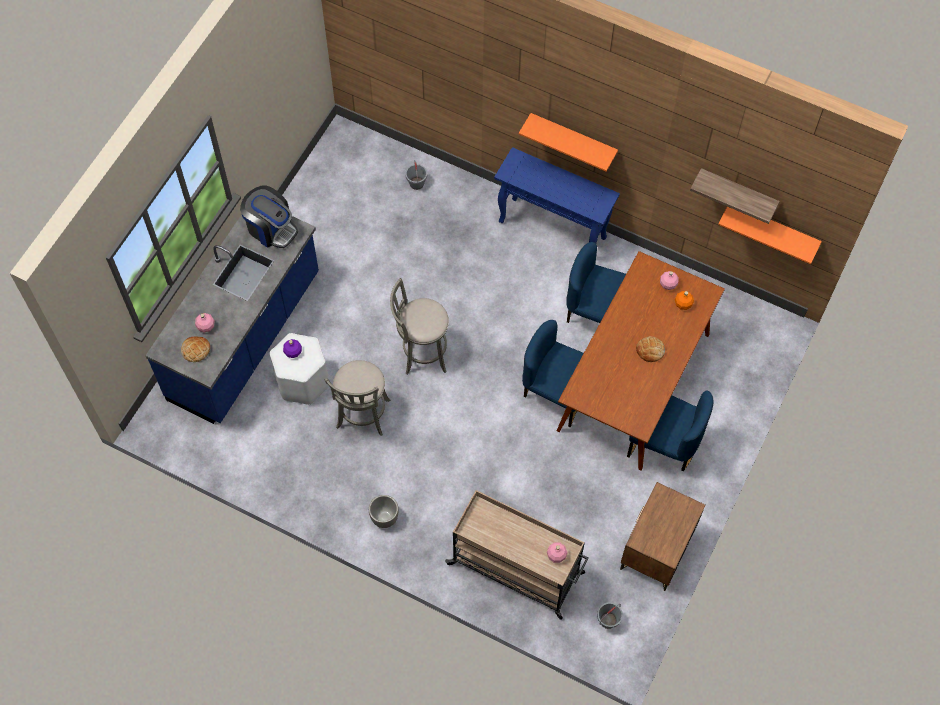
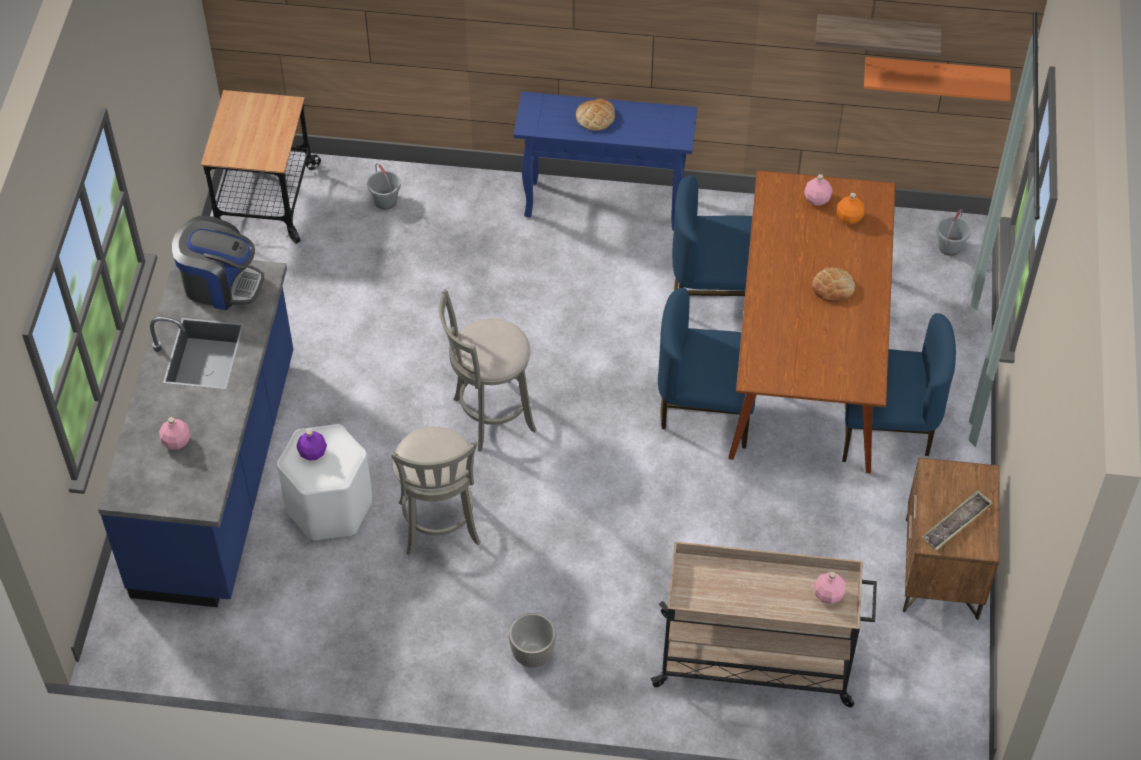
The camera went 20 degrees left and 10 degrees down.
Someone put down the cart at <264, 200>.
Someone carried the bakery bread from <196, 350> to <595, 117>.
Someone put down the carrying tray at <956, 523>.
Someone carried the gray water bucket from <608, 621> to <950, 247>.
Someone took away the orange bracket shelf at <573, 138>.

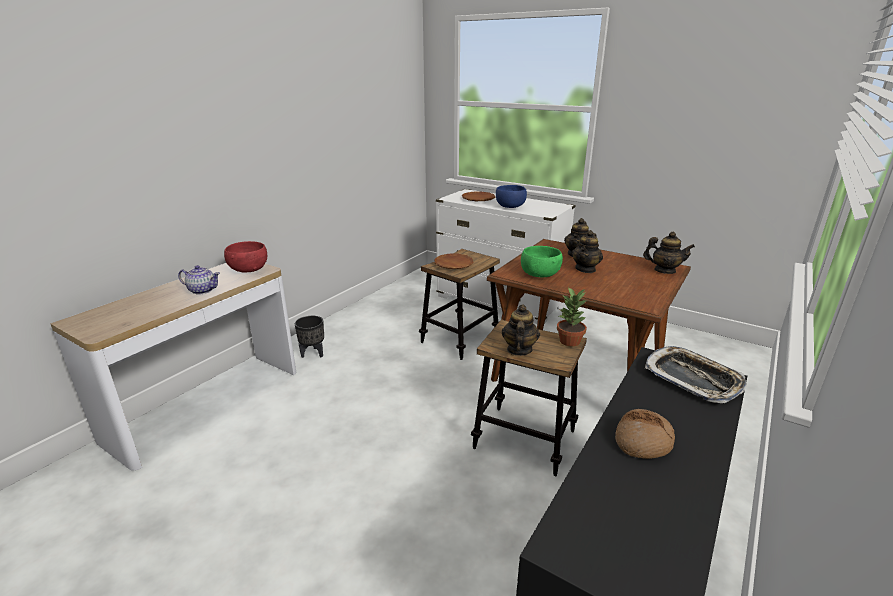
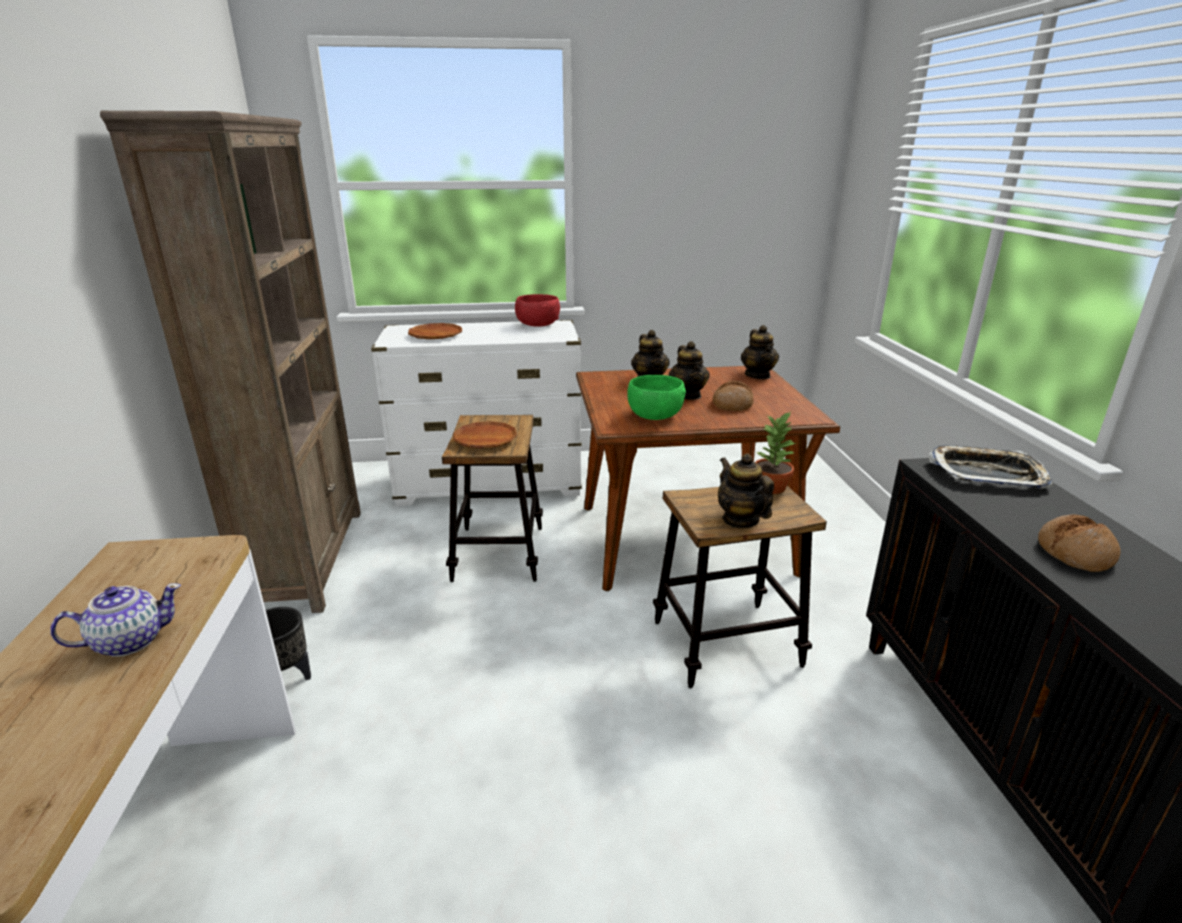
The camera went 40 degrees left and 0 degrees up.
Someone put down the brownish bookcase at <308, 558>.
Someone carried the red serving bowl from <248, 269> to <537, 325>.
Someone put down the bakery bread at <732, 404>.
Someone rotated the teapot at <664, 270> by 105 degrees clockwise.
Someone took away the bluish serving bowl at <510, 207>.

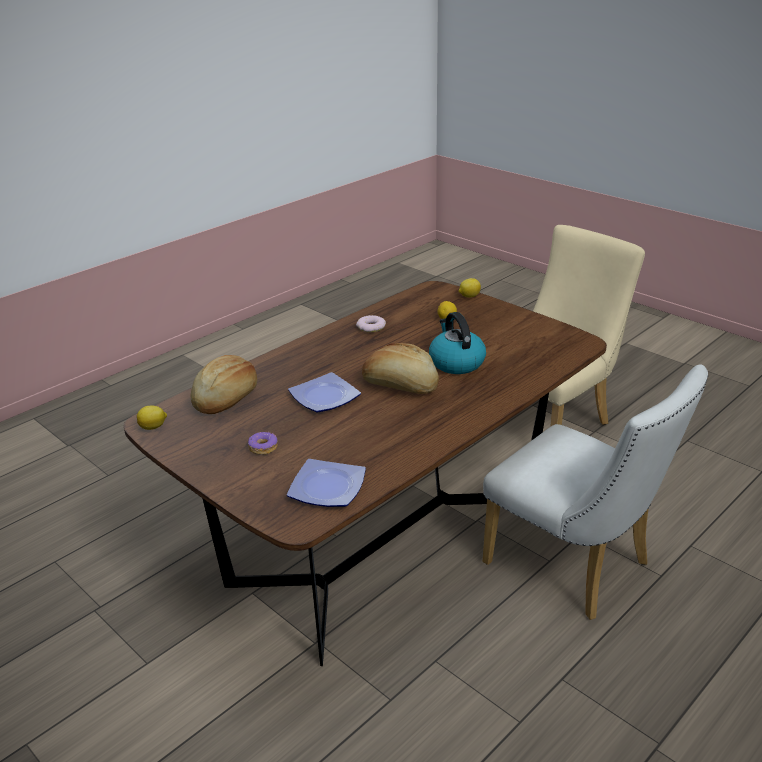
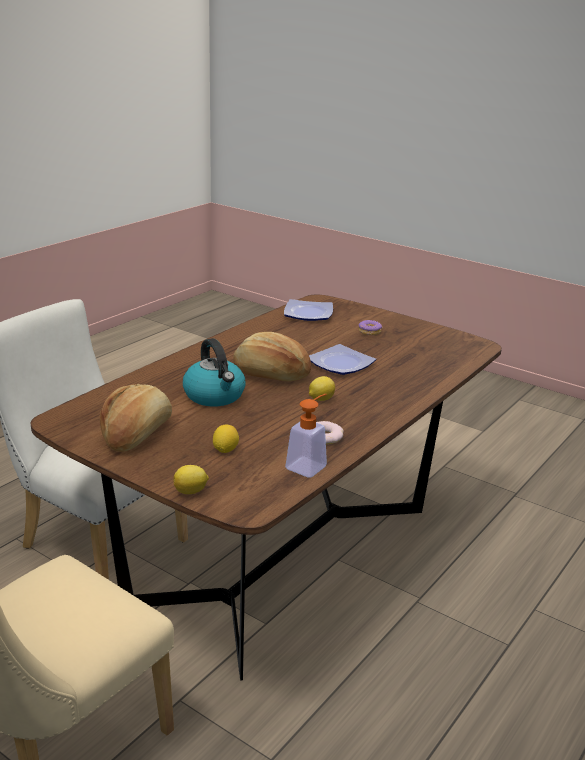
The camera went 170 degrees right and 5 degrees down.
Someone carried the bakery bread from <227, 398> to <137, 434>.
Someone put down the liquid soap bottle at <310, 465>.
Someone carried the whole lemon from <153, 427> to <320, 399>.

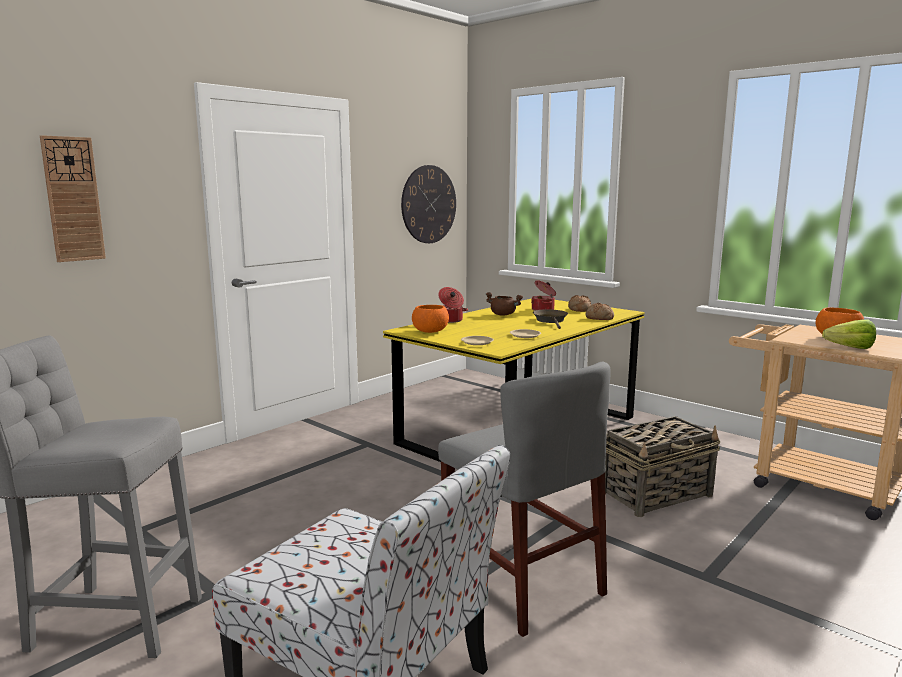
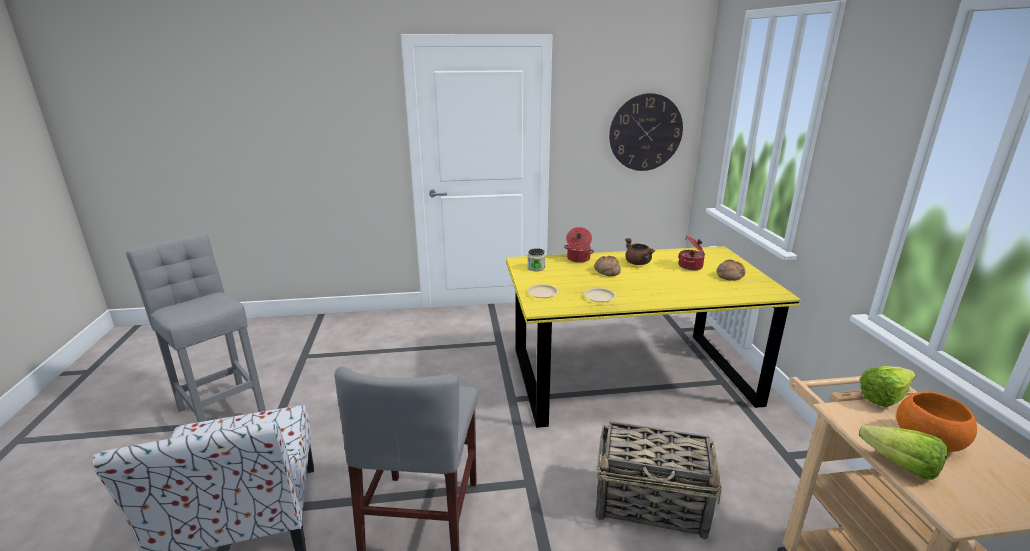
The camera went 40 degrees right and 10 degrees up.
Someone swapped the orange serving bowl at <430, 331> for the preserve jar at <536, 268>.
Someone carried the bakery bread from <599, 318> to <606, 271>.
Someone put down the lettuce head at <888, 397>.
Someone took away the hanging clock at <73, 199>.
Someone took away the brownish frying pan at <551, 321>.

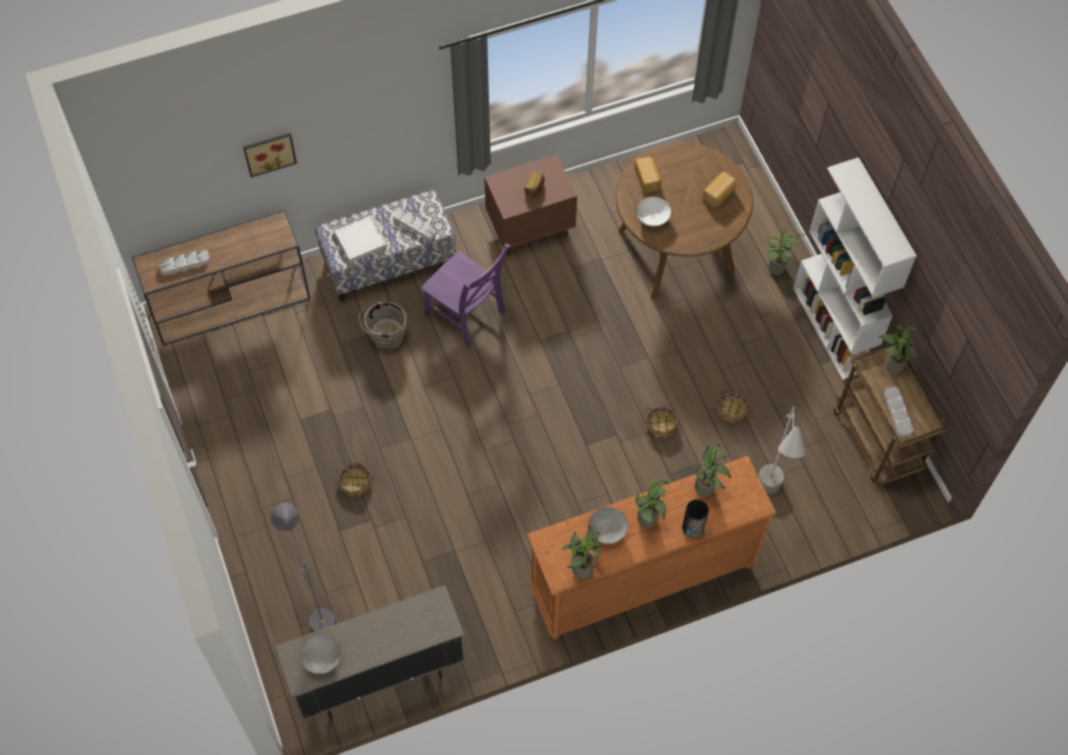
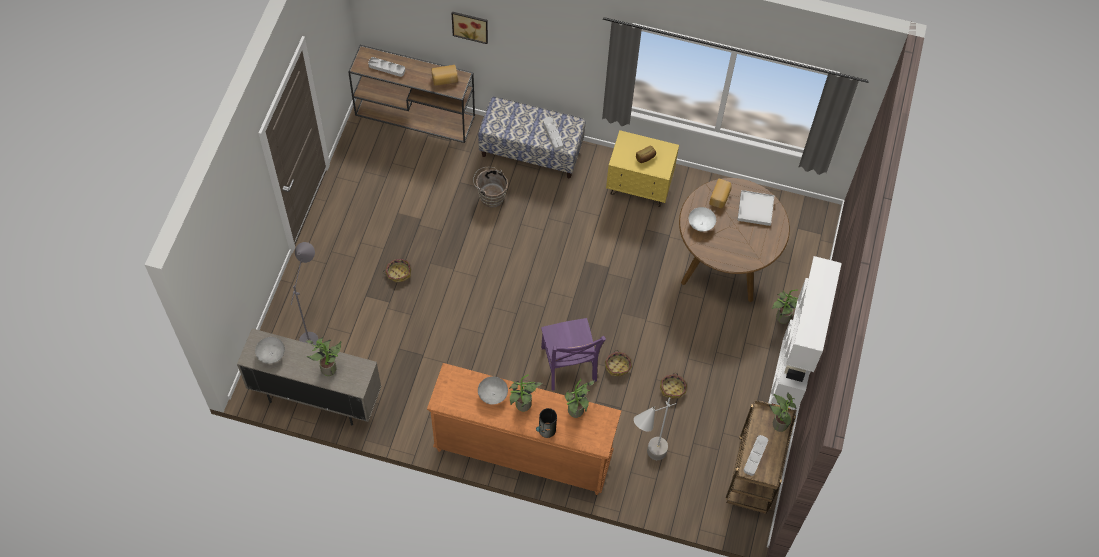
The camera went 35 degrees right and 0 degrees up.
Someone carried the potted plant from <581, 567> to <329, 367>.
Someone carried the bakery bread from <719, 195> to <445, 79>.
Someone carried the purplish plain chair from <467, 316> to <568, 366>.
Someone repainted the brownish nightstand at <530, 229>, which became the yellowish nightstand at <639, 187>.
Someone carried the whitish carrying tray from <360, 239> to <755, 209>.

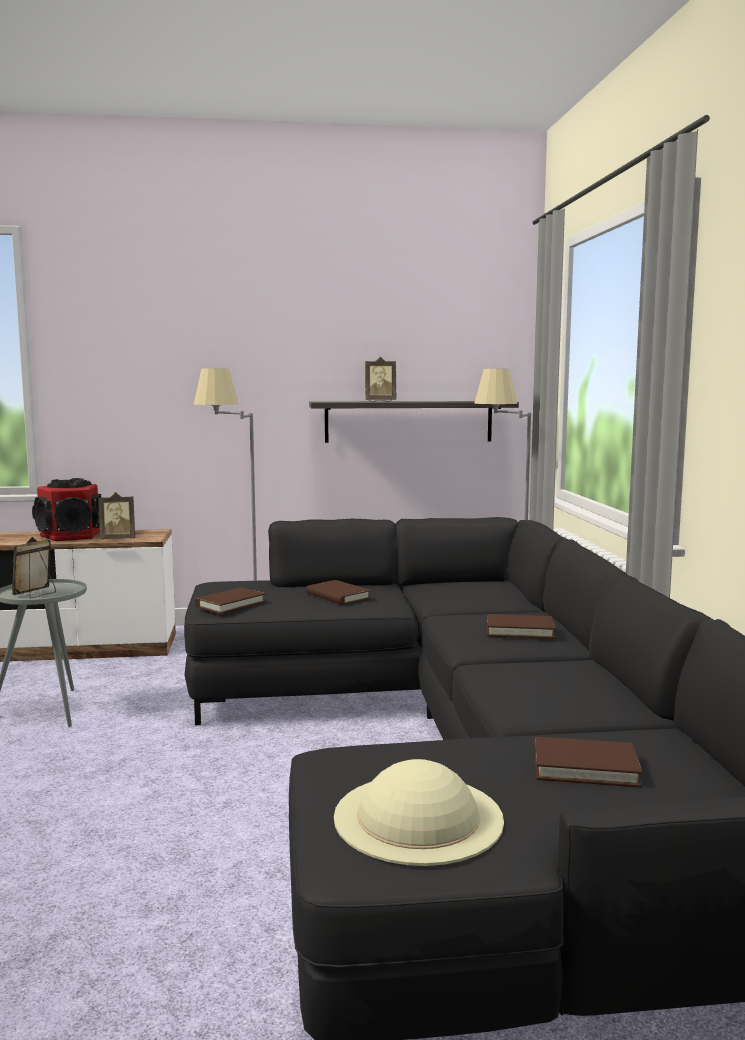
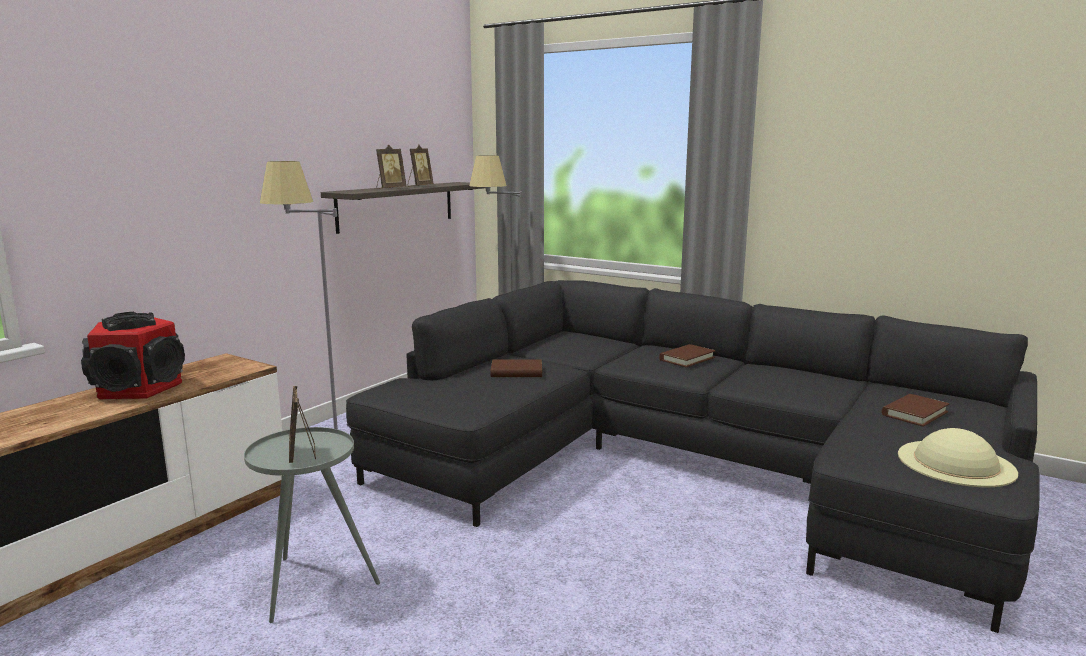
The camera went 50 degrees left and 5 degrees up.
Someone carried the picture frame from <118, 539> to <419, 186>.
Someone took away the brownish book at <230, 604>.

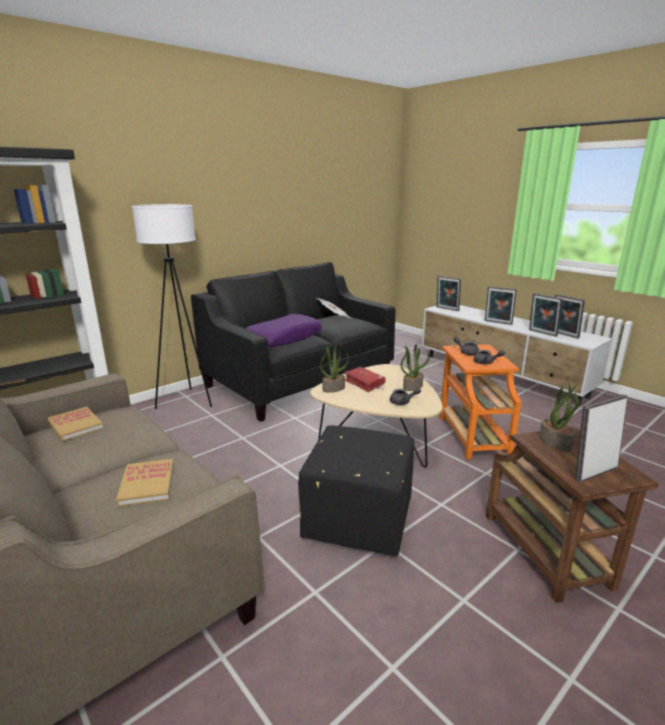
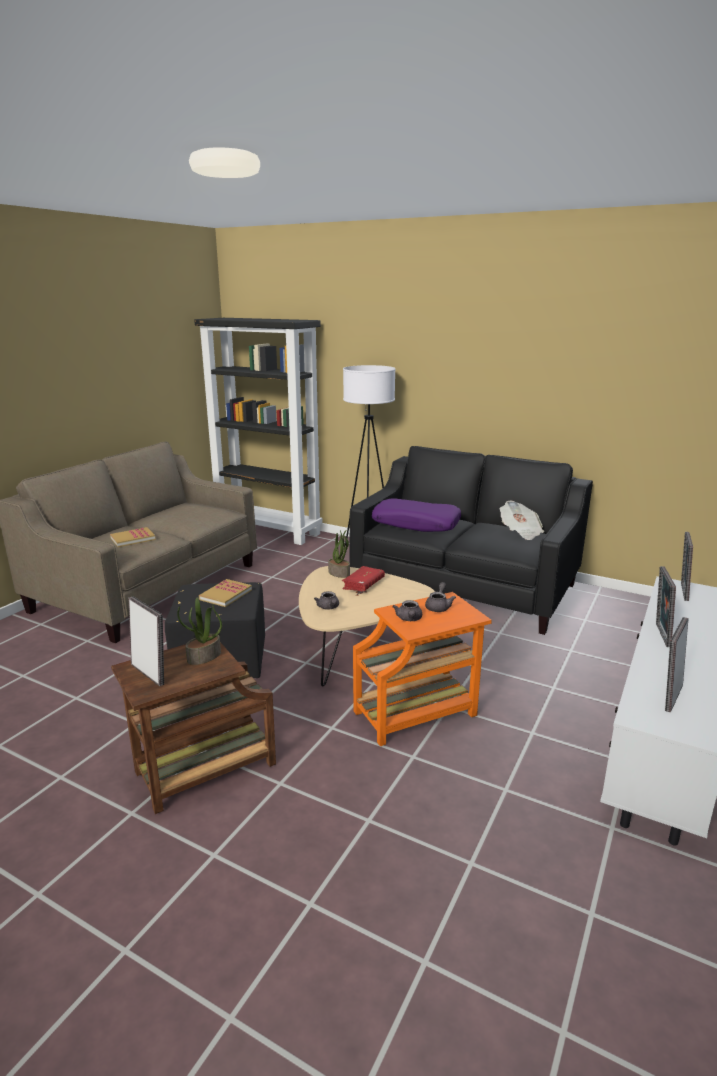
The camera went 70 degrees right and 0 degrees up.
Someone carried the book from <75, 426> to <225, 595>.
Someone took away the potted plant at <412, 386>.
Someone took away the picture frame at <541, 333>.

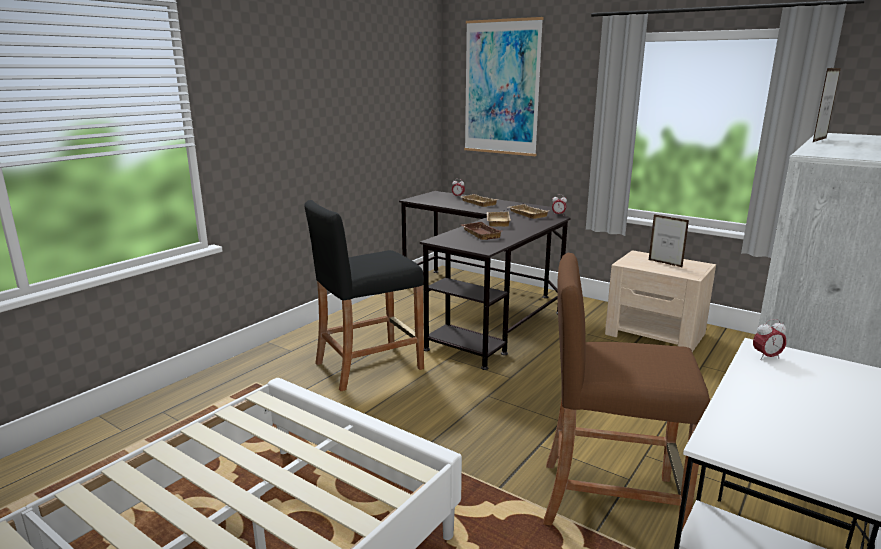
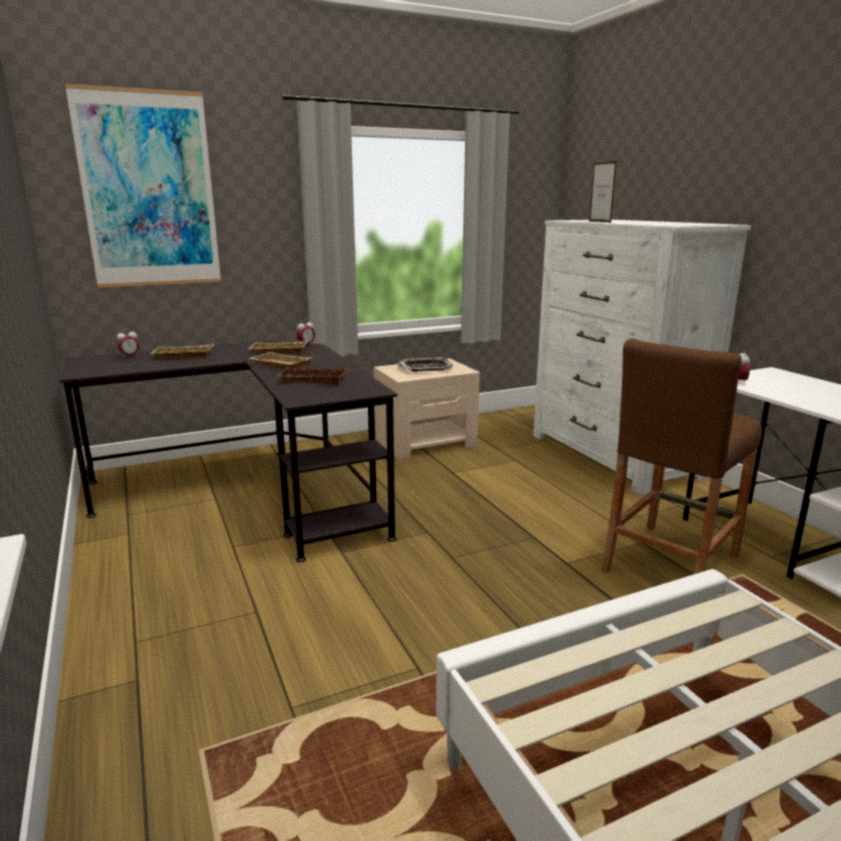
The camera went 60 degrees left and 0 degrees up.
Someone swapped the picture frame at <665, 263> for the carrying tray at <425, 368>.
Someone took away the black stool at <368, 365>.

